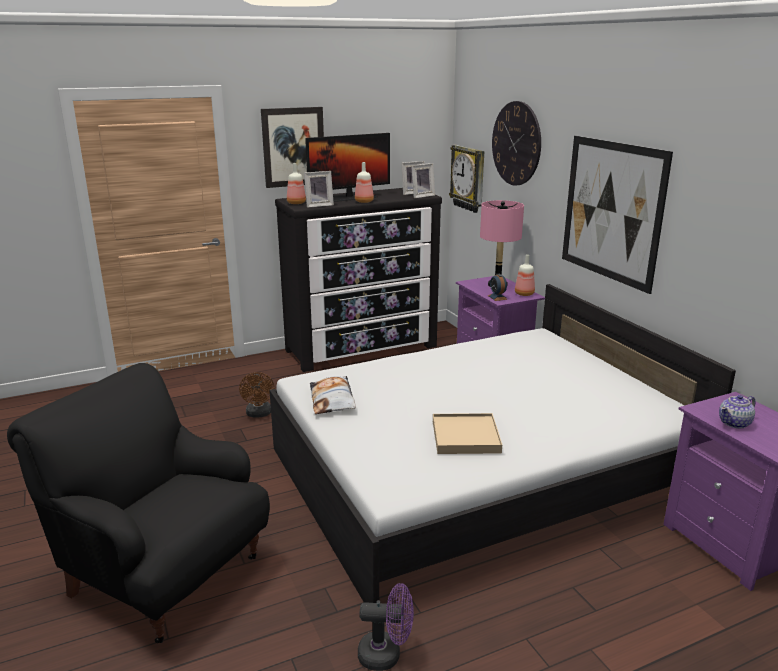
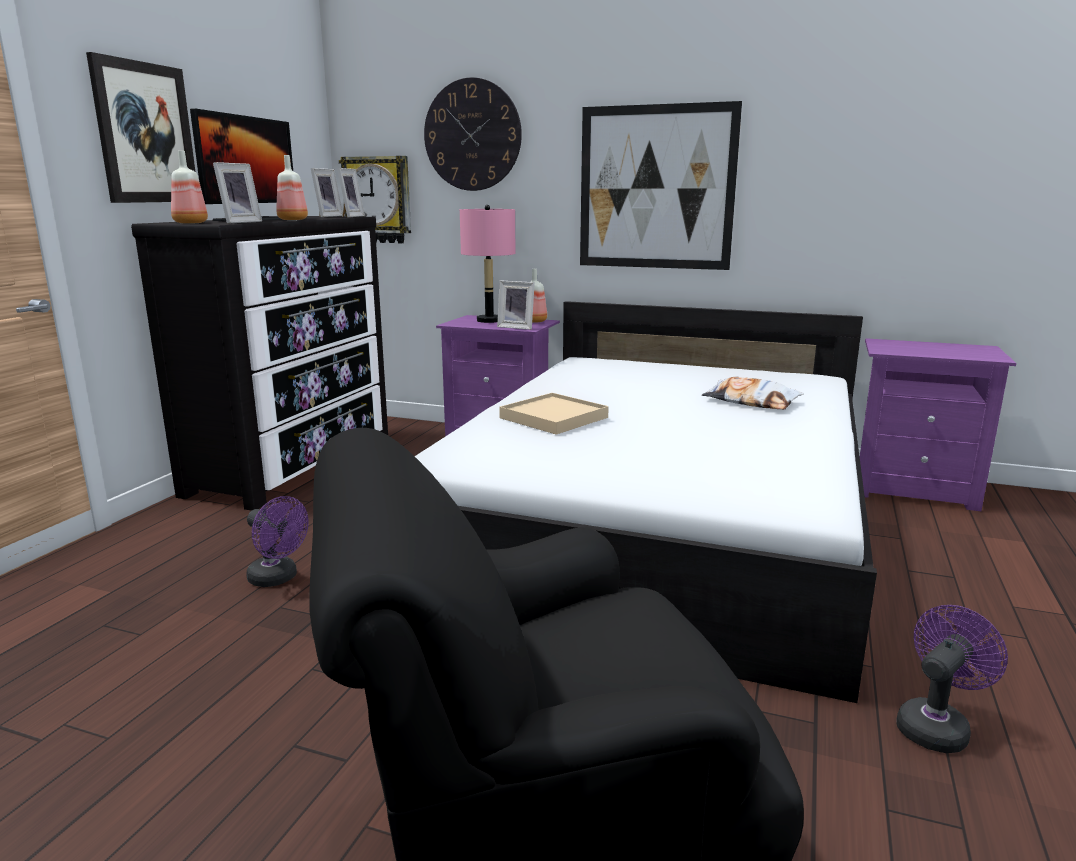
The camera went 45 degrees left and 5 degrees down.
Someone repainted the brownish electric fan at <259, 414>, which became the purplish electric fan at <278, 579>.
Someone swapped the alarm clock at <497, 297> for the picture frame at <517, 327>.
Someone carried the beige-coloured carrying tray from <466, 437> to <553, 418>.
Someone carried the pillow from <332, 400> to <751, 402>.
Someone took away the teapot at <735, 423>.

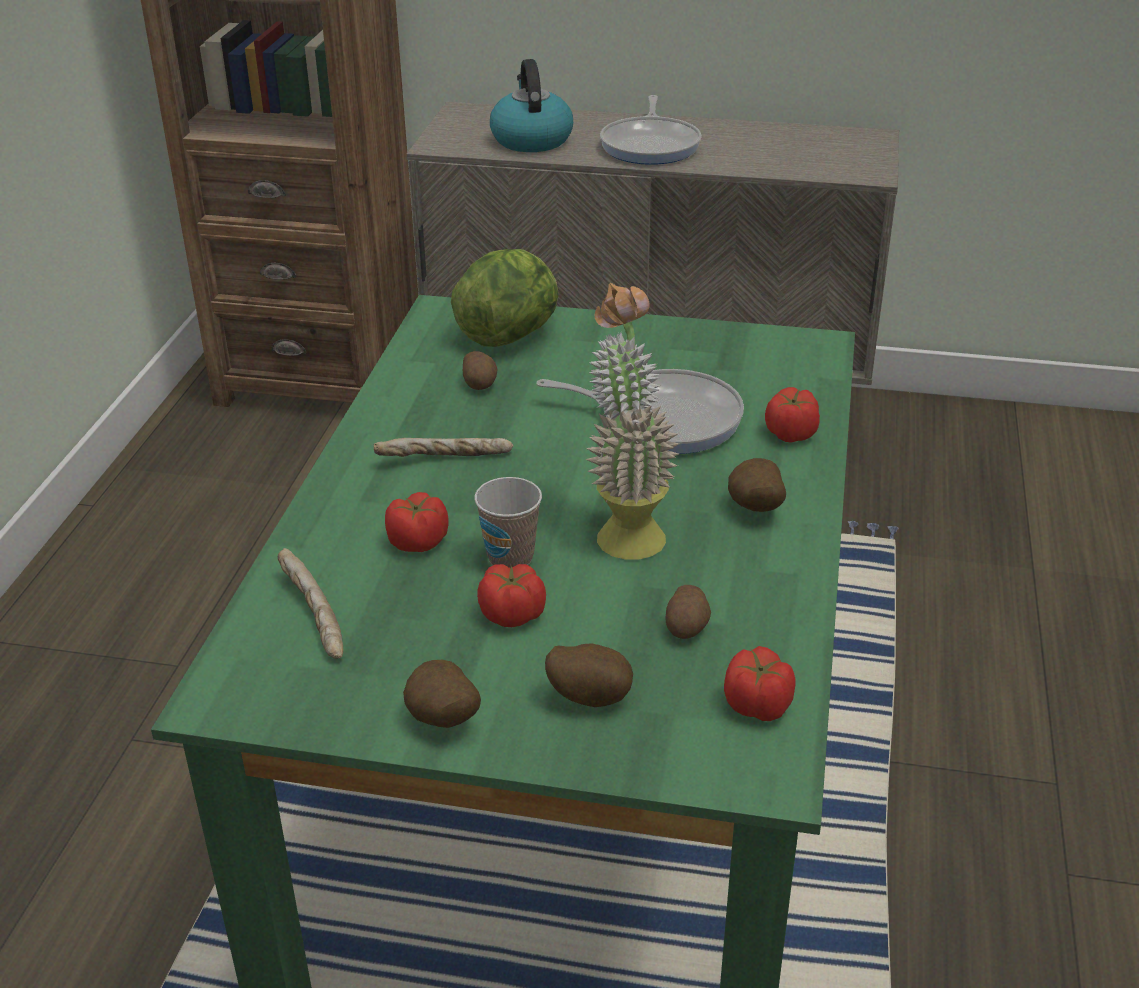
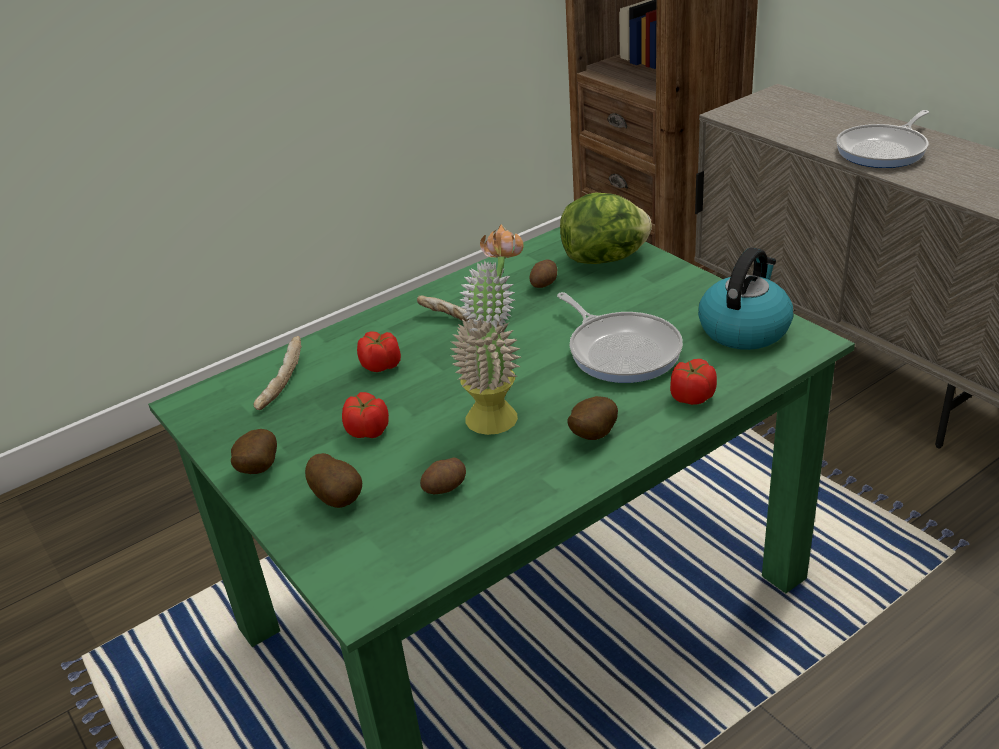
The camera went 45 degrees right and 0 degrees up.
Someone carried the kettle from <531, 139> to <744, 328>.
Someone took away the small cup at <510, 558>.
Someone took away the whole tomato at <758, 705>.

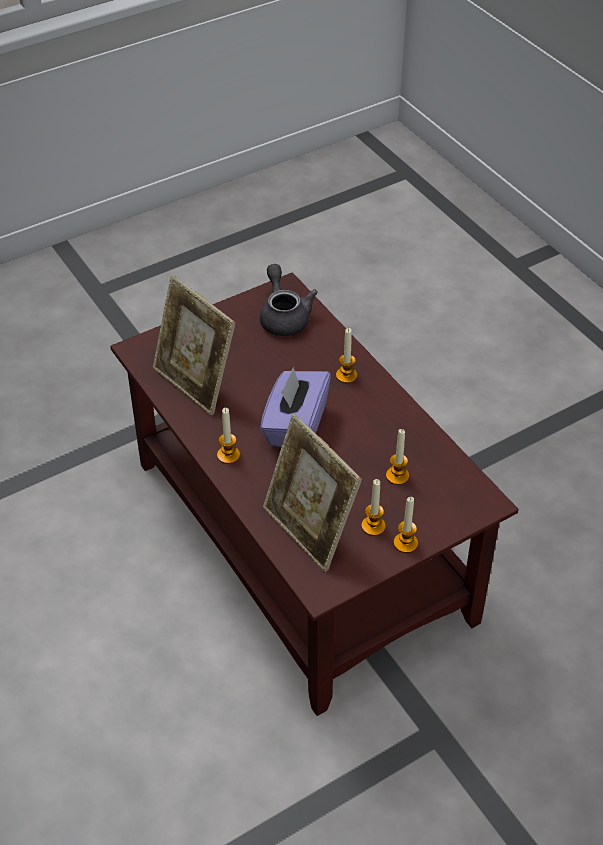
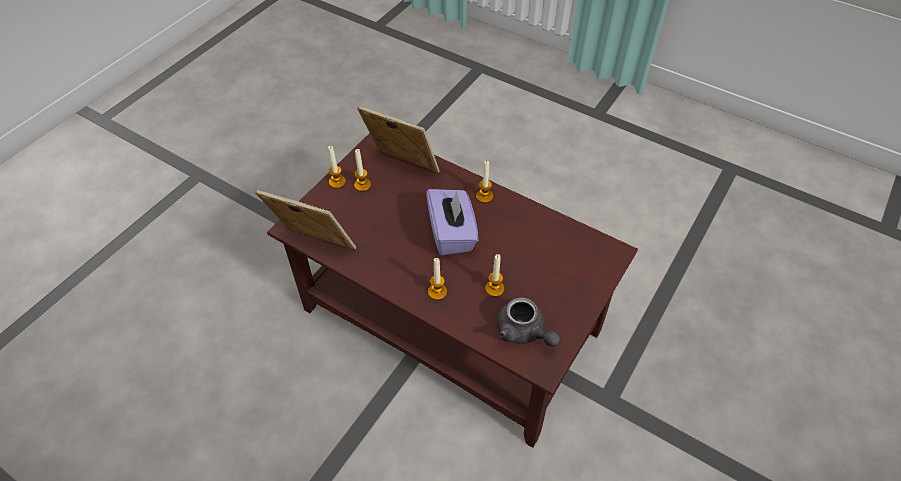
The camera went 155 degrees right and 5 degrees up.
Someone carried the picture frame from <195, 383> to <315, 248>.
Someone carried the wax candle from <397, 476> to <494, 288>.

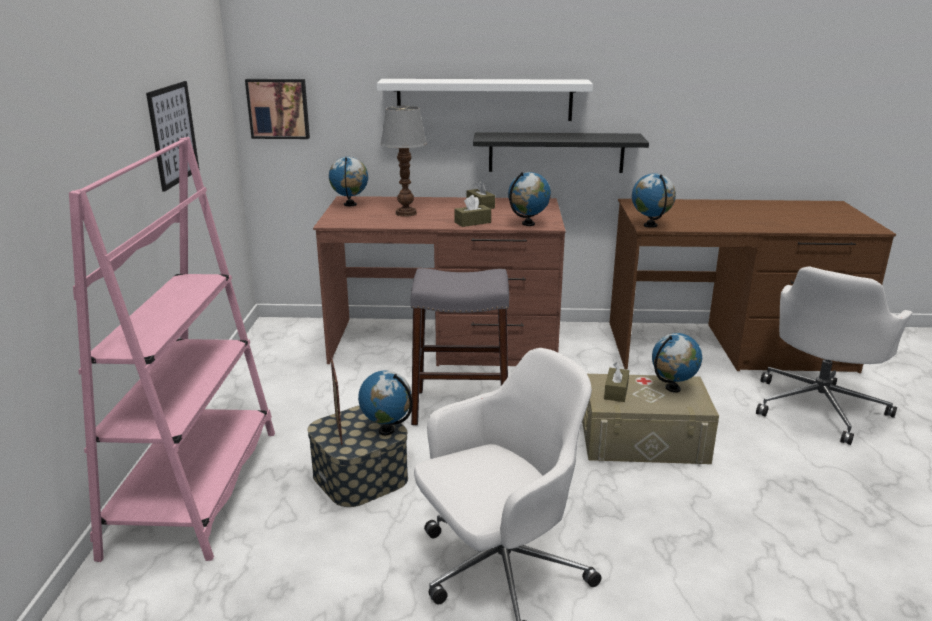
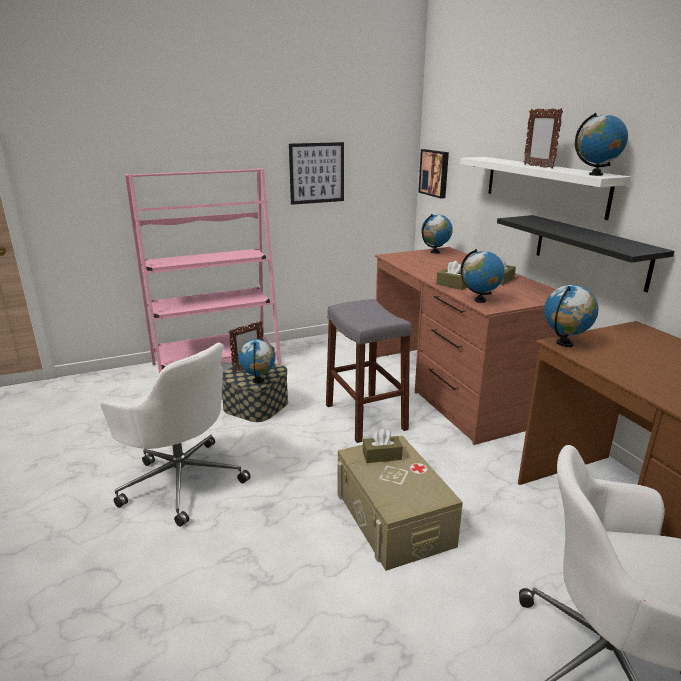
The camera went 65 degrees right and 0 degrees up.
Someone put down the picture frame at <538, 166>.
Someone carried the world globe from <673, 388> to <595, 174>.
Someone took away the table lamp at <406, 213>.

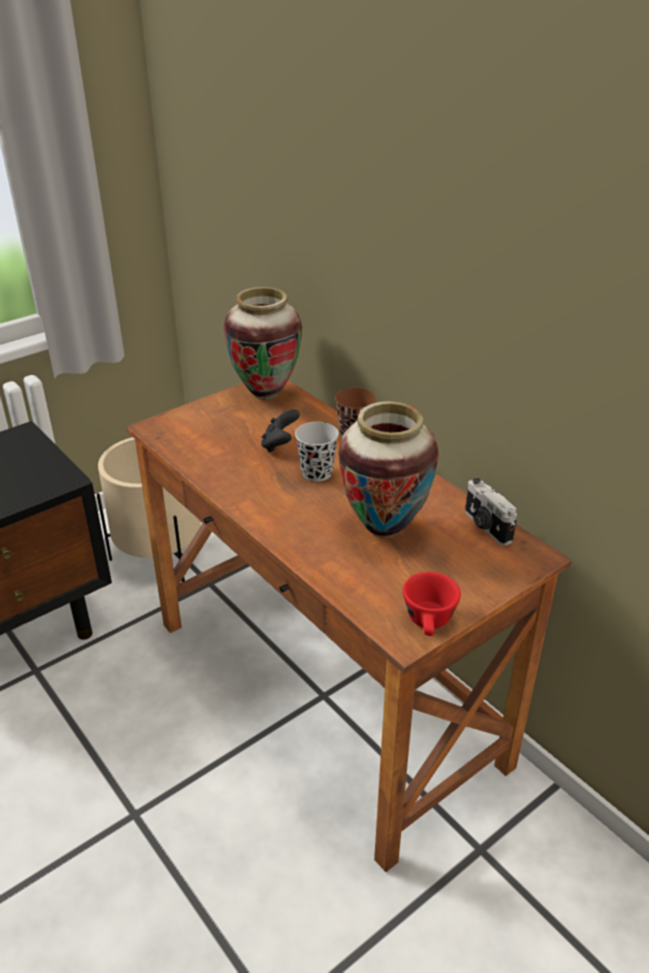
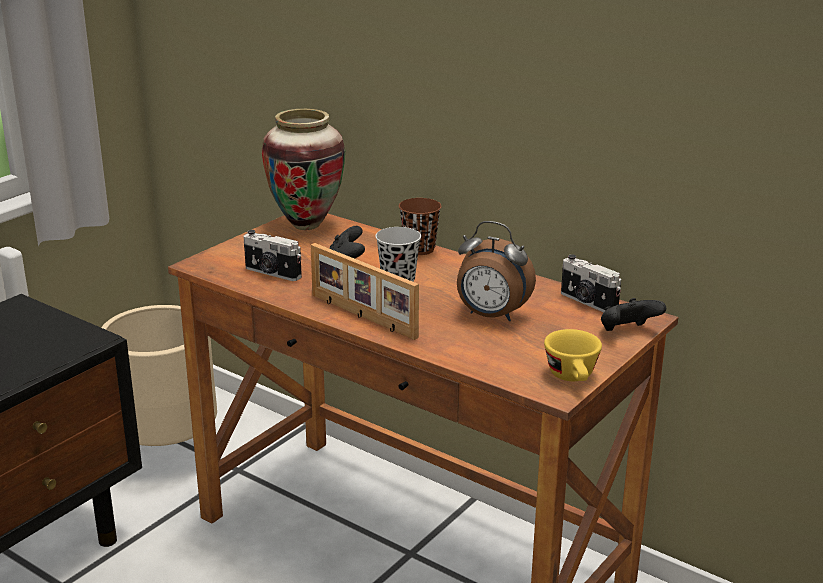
The camera went 15 degrees left and 10 degrees down.
Someone put down the still camera at <272, 273>.
Someone put down the picture frame at <361, 316>.
Someone swapped the flower vase at <384, 529> for the alarm clock at <491, 316>.
Someone repainted the red small cup at <429, 623>, which became the yellowish small cup at <573, 378>.
Someone put down the black joypad at <627, 332>.

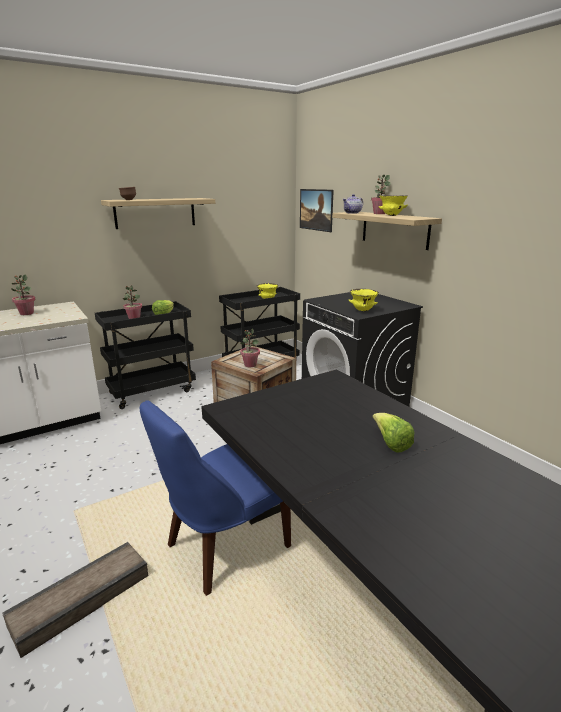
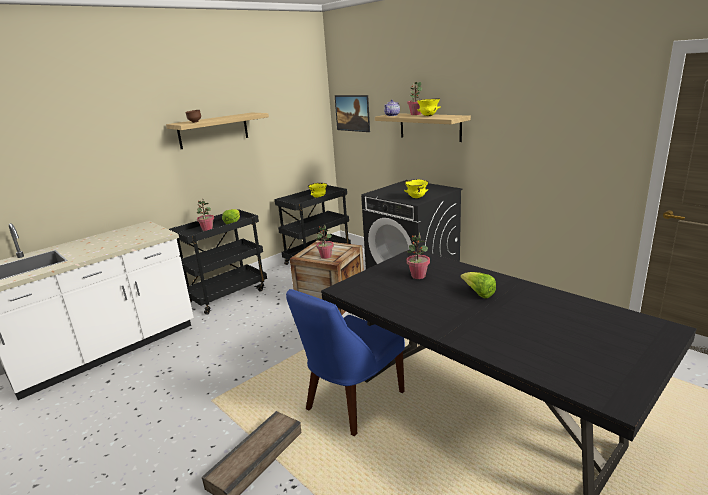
The camera went 10 degrees left and 0 degrees up.
Someone carried the potted plant from <26, 313> to <418, 276>.

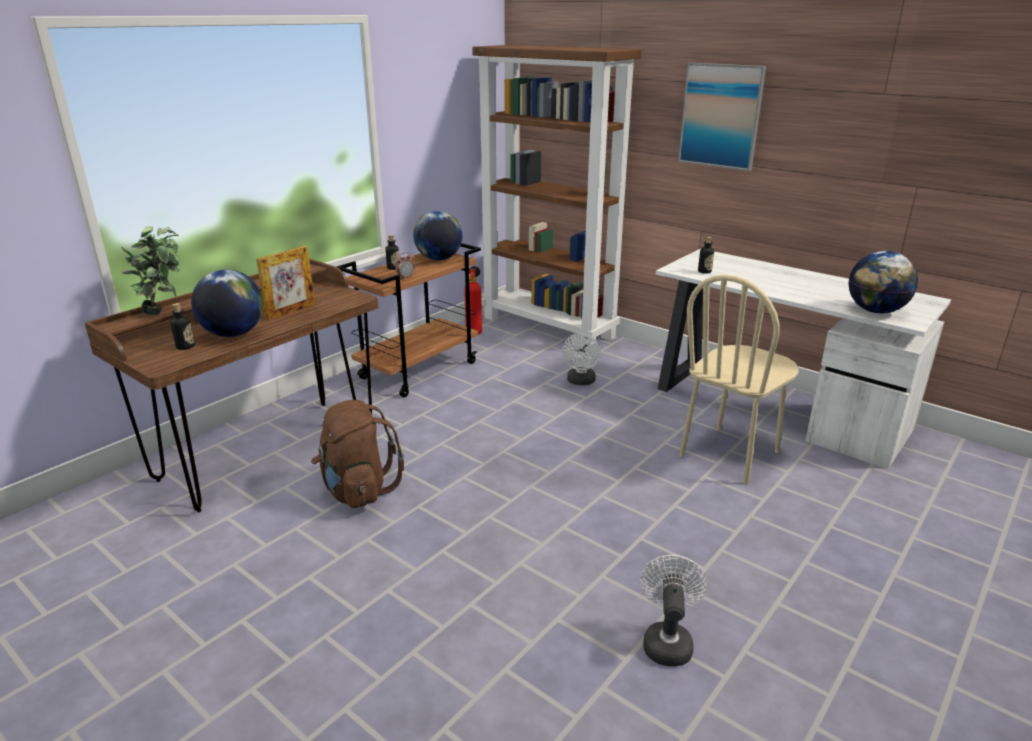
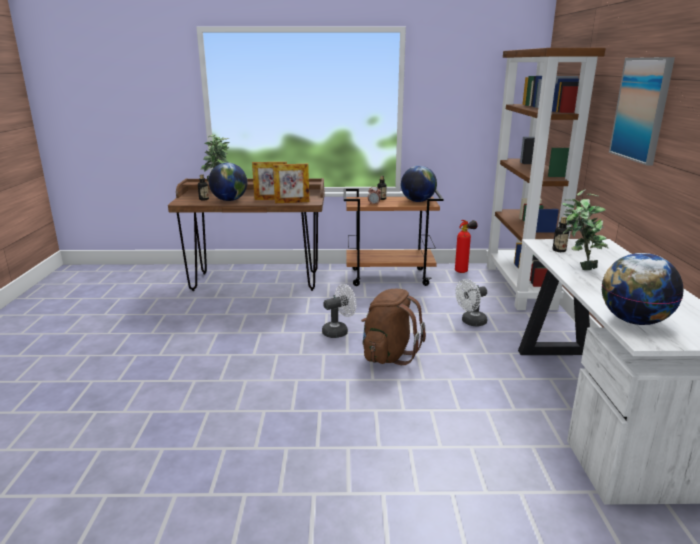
The camera went 50 degrees right and 5 degrees down.
Someone put down the picture frame at <292, 202>.
Someone carried the whitish electric fan from <667, 641> to <338, 331>.
Someone carried the brownish backpack from <357, 490> to <388, 355>.
Someone put down the potted plant at <578, 267>.
Someone took away the beige-coloured plain chair at <730, 454>.

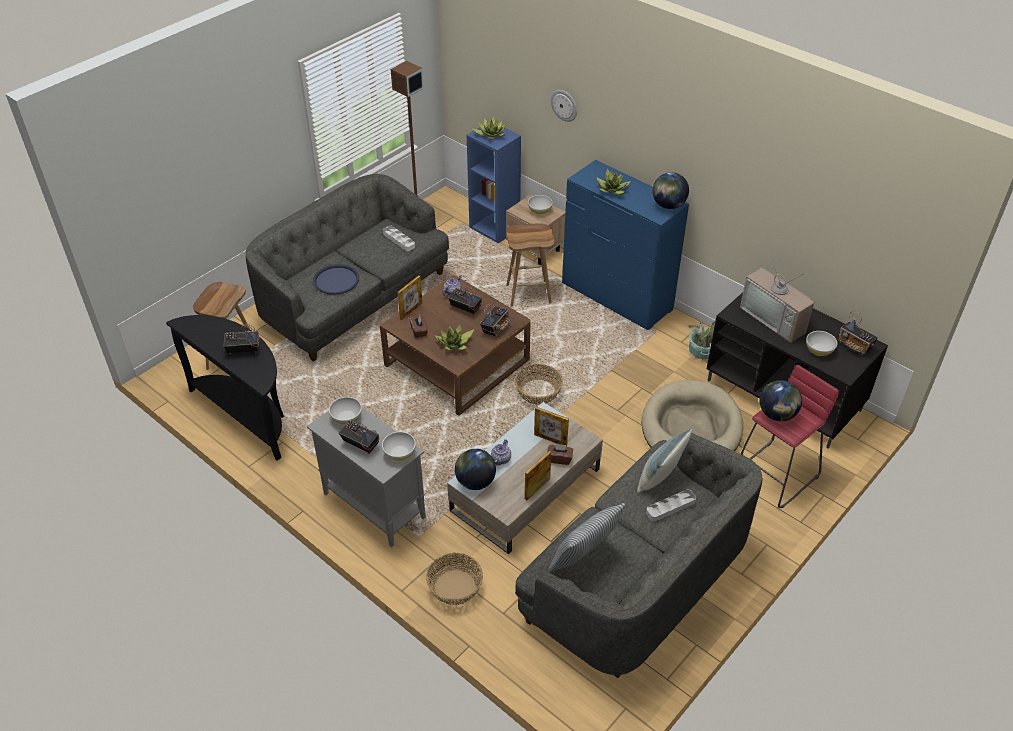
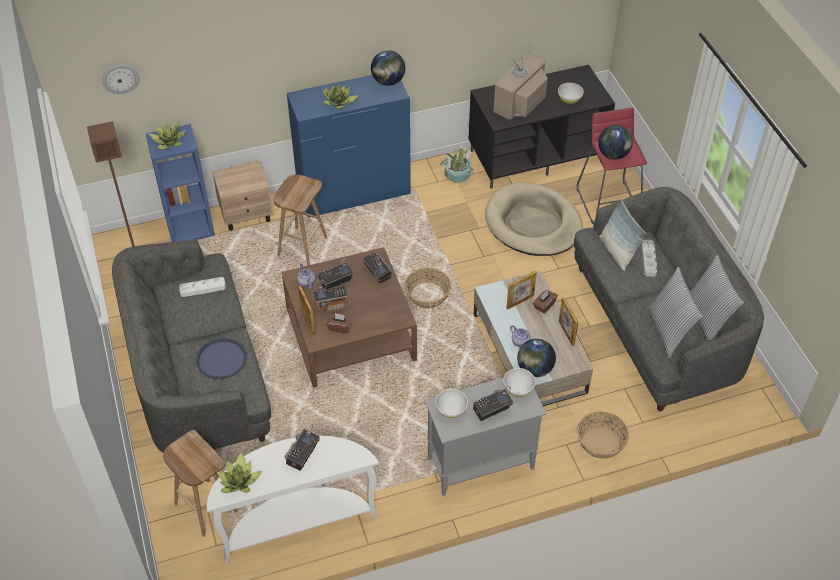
The camera went 60 degrees left and 5 degrees up.
Someone carried the hanging clock from <564, 105> to <120, 78>.
Someone repainted the black hall table at <247, 414>, which became the whitish hall table at <297, 522>.
Someone carried the potted plant from <455, 344> to <239, 481>.
Someone carried the radio set from <854, 346> to <332, 305>.
Someone rotated the TV at <776, 318> by 135 degrees clockwise.
Someone put down the pillow at <707, 318>.
Someone took away the whitish serving bowl at <539, 210>.

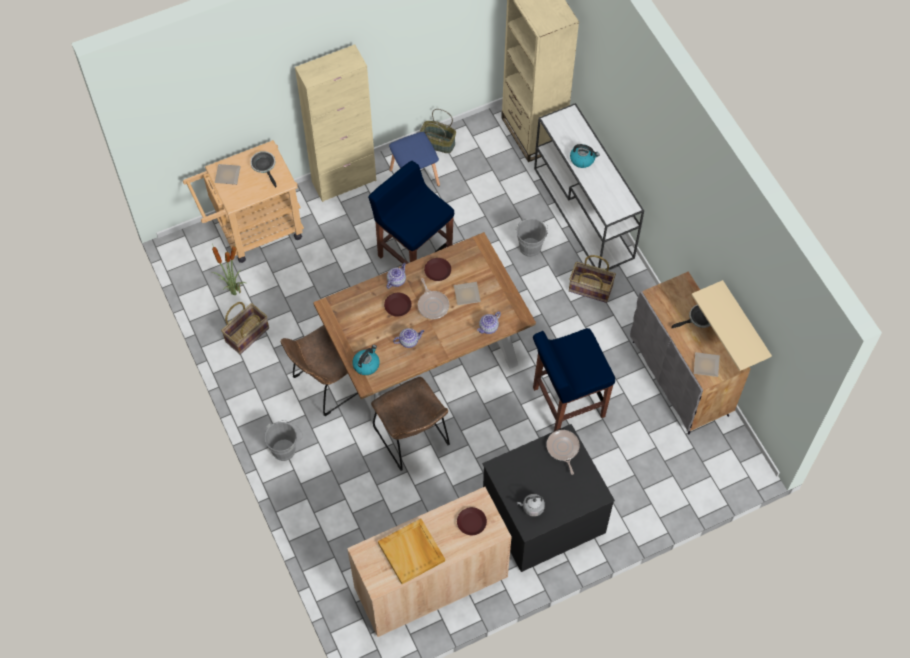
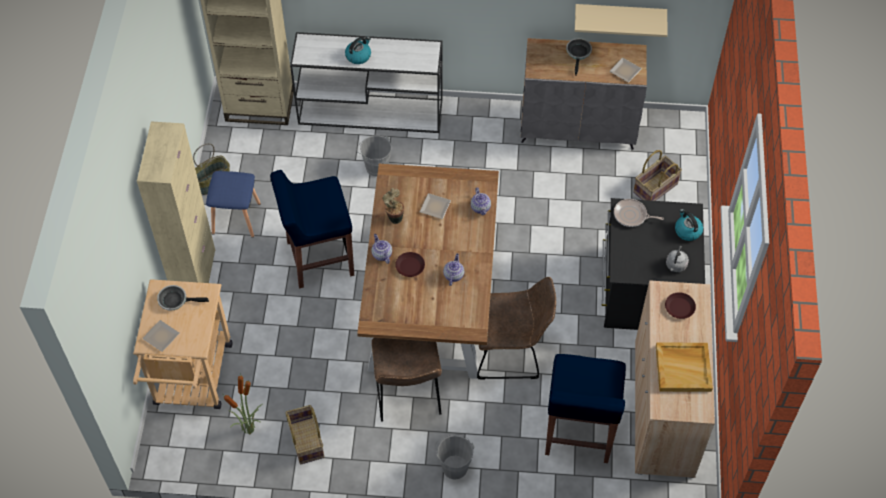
The camera went 60 degrees left and 5 degrees down.
Someone swapped the brownish plate at <437, 270> for the potted plant at <394, 217>.
Someone carried the bluish stool from <567, 402> to <578, 433>.
Someone carried the storage basket from <590, 289> to <655, 189>.
Someone carried the kettle from <366, 364> to <687, 231>.
Someone took away the frying pan at <432, 305>.

